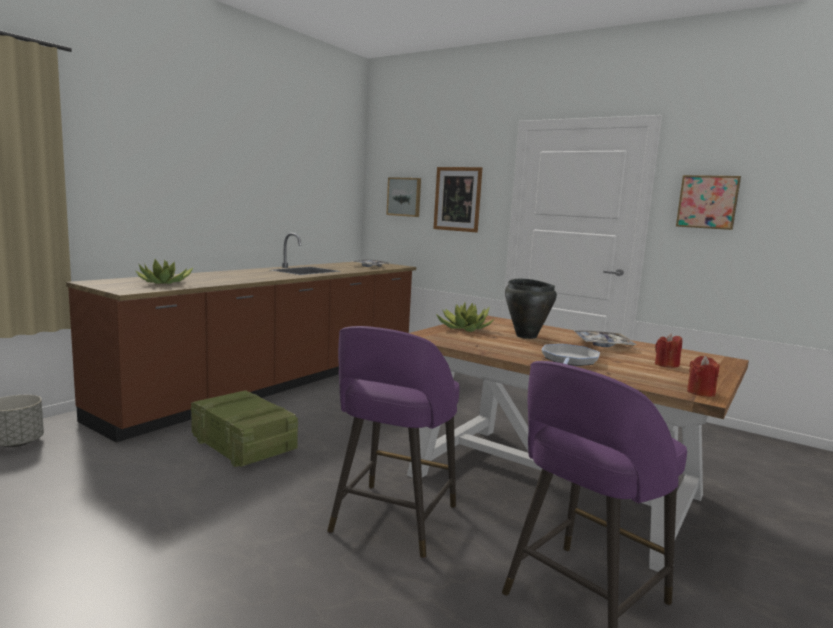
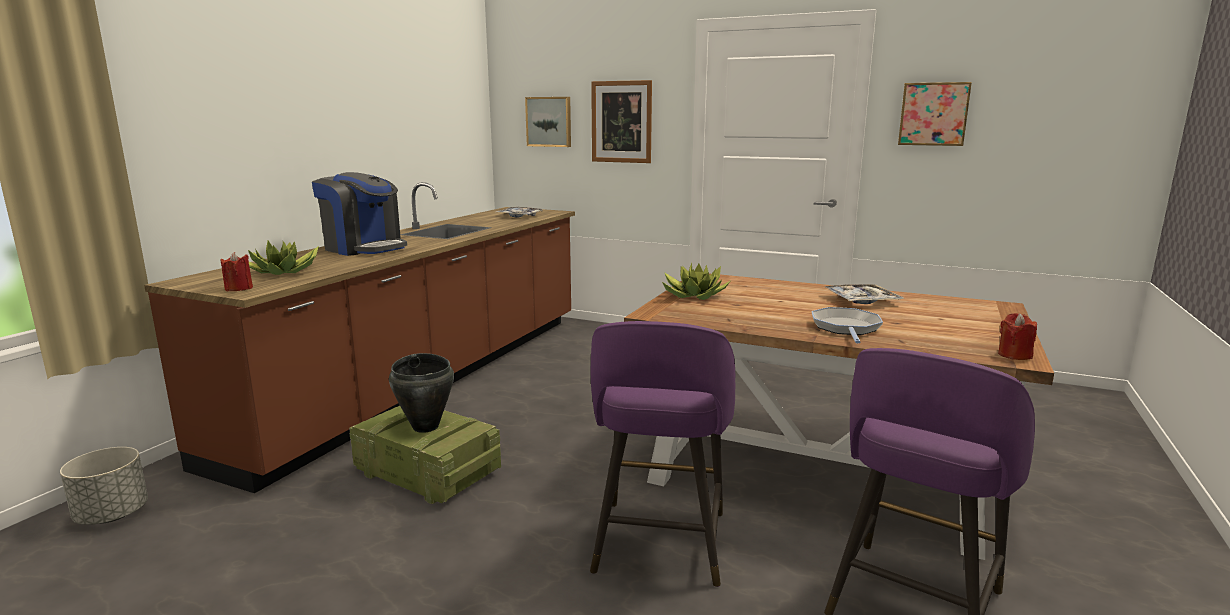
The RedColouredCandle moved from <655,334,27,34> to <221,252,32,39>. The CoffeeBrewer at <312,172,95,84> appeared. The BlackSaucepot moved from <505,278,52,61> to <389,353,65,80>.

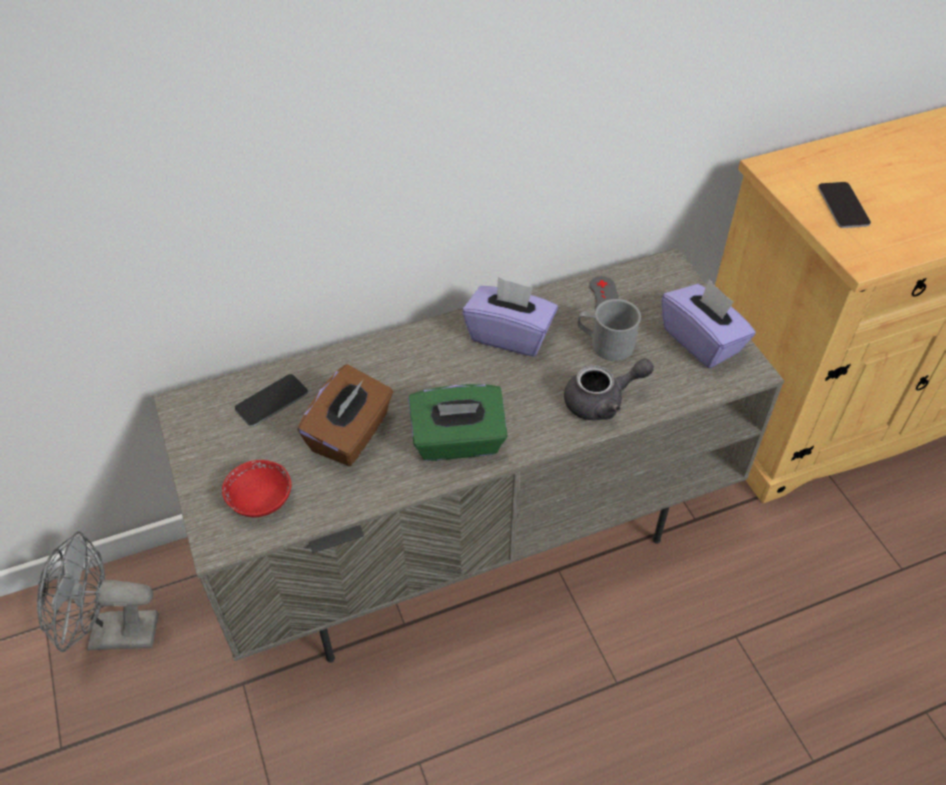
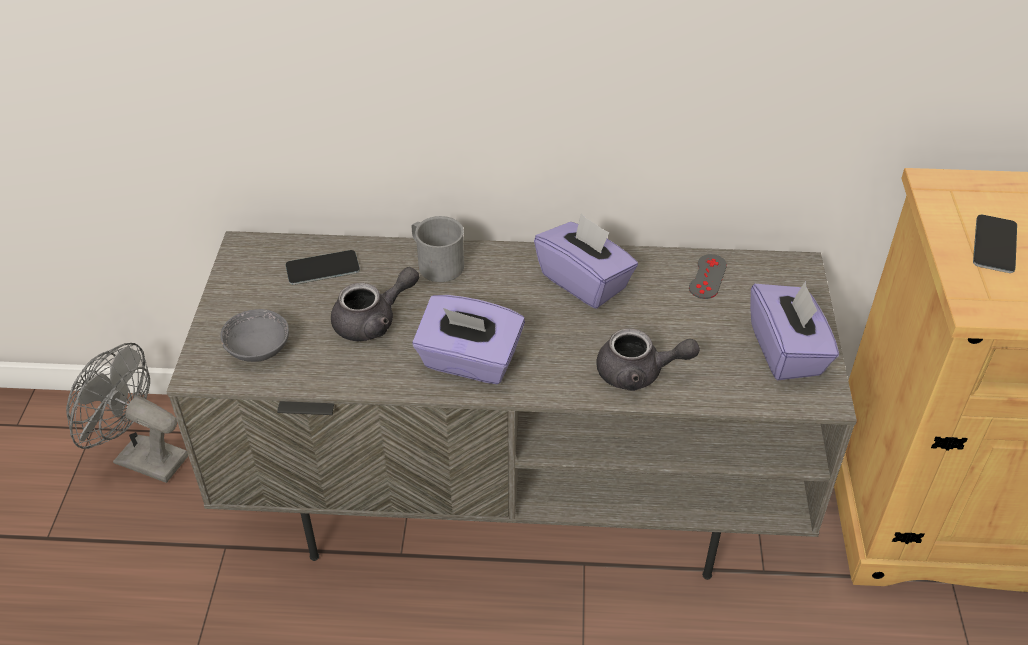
The RedColouredServingBowl at <222,460,69,58> became the GrayServingBowl at <221,309,68,53>. The BrownTissueHolder at <297,364,96,102> was replaced by the GrayTeapot at <331,267,88,74>. The GrayMug moved from <578,299,63,62> to <412,216,52,66>. The GreenishTissueHolder at <408,384,100,77> became the PurpleColouredTissueHolder at <412,295,113,89>.

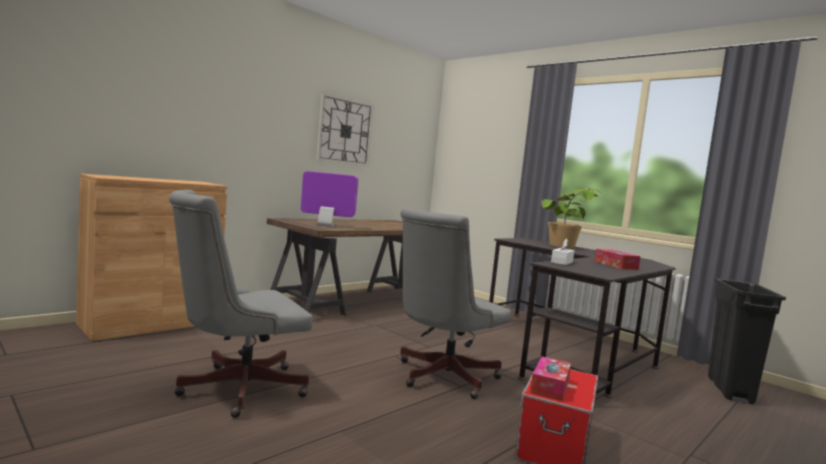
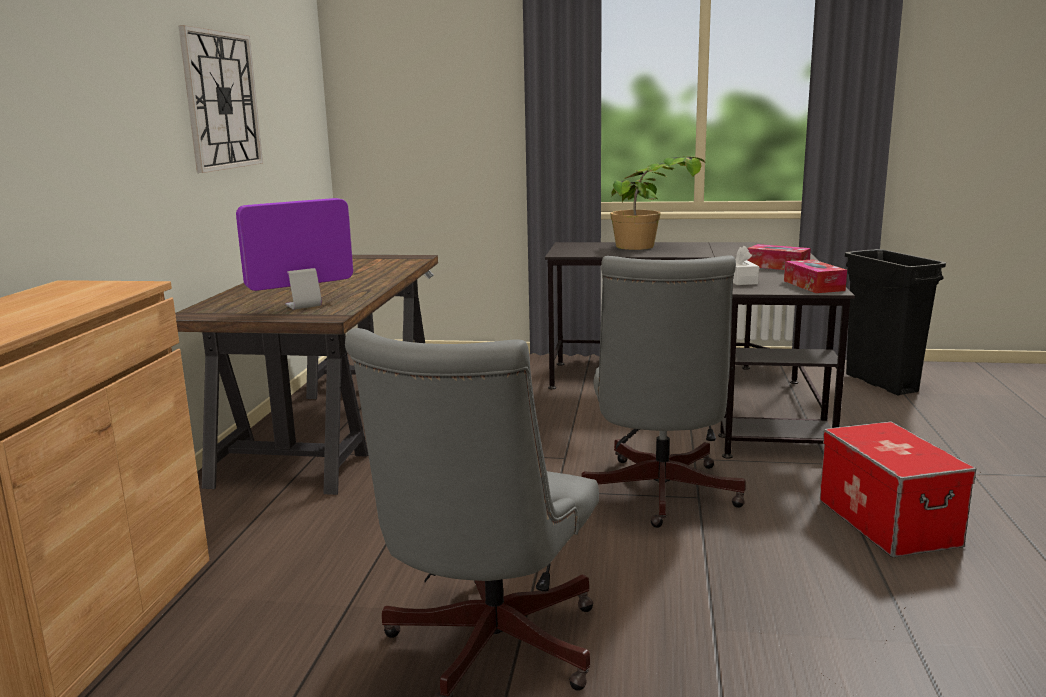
The TissueHolder moved from <530,356,41,45> to <784,259,63,34>.

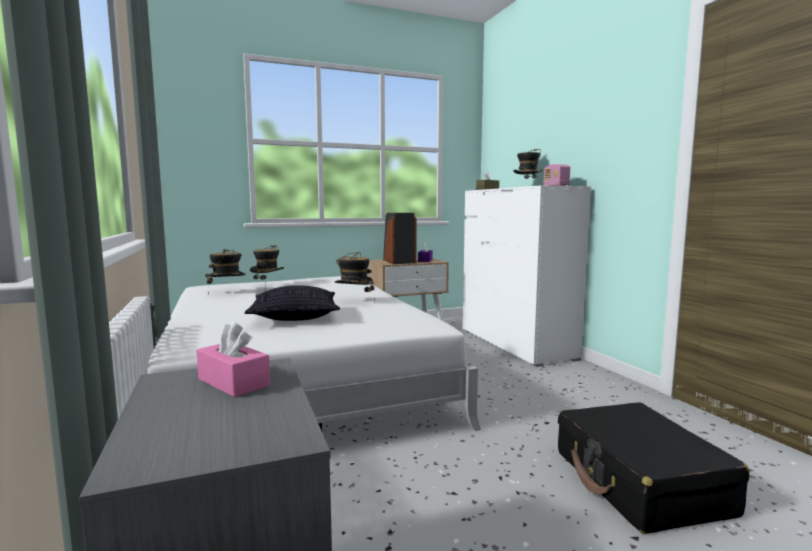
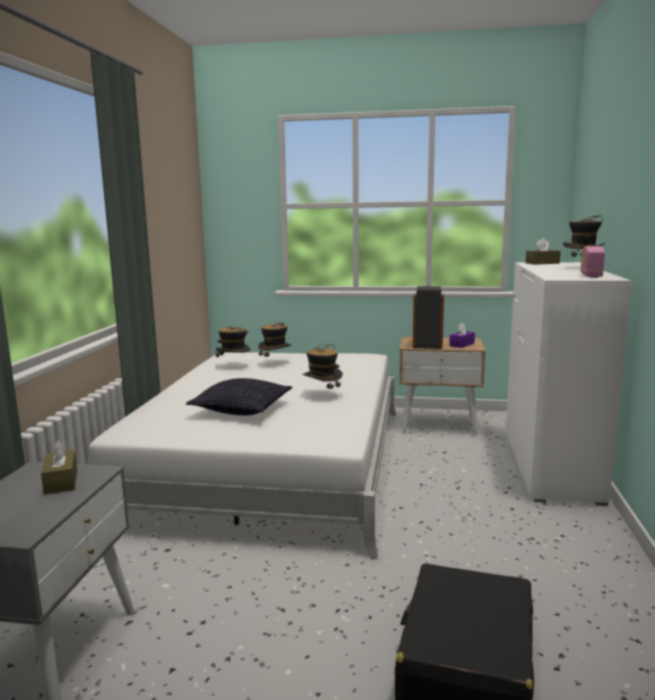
The PinkishTissueHolder at <196,321,74,76> became the BrownTissueHolder at <41,440,36,54>.

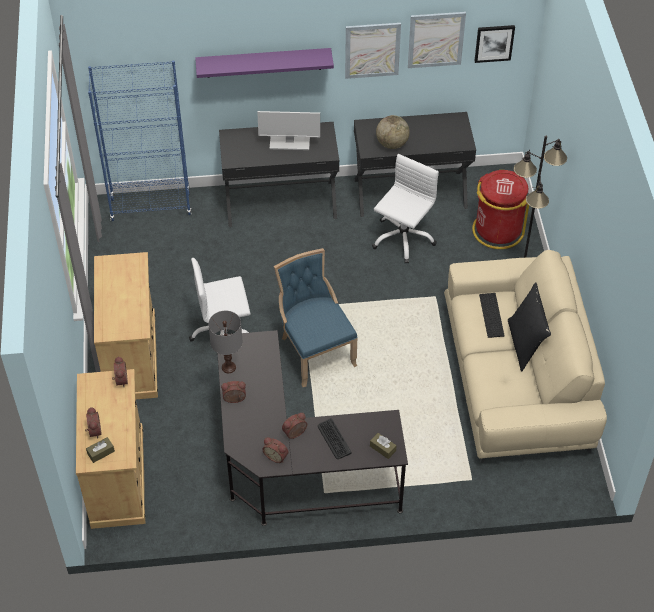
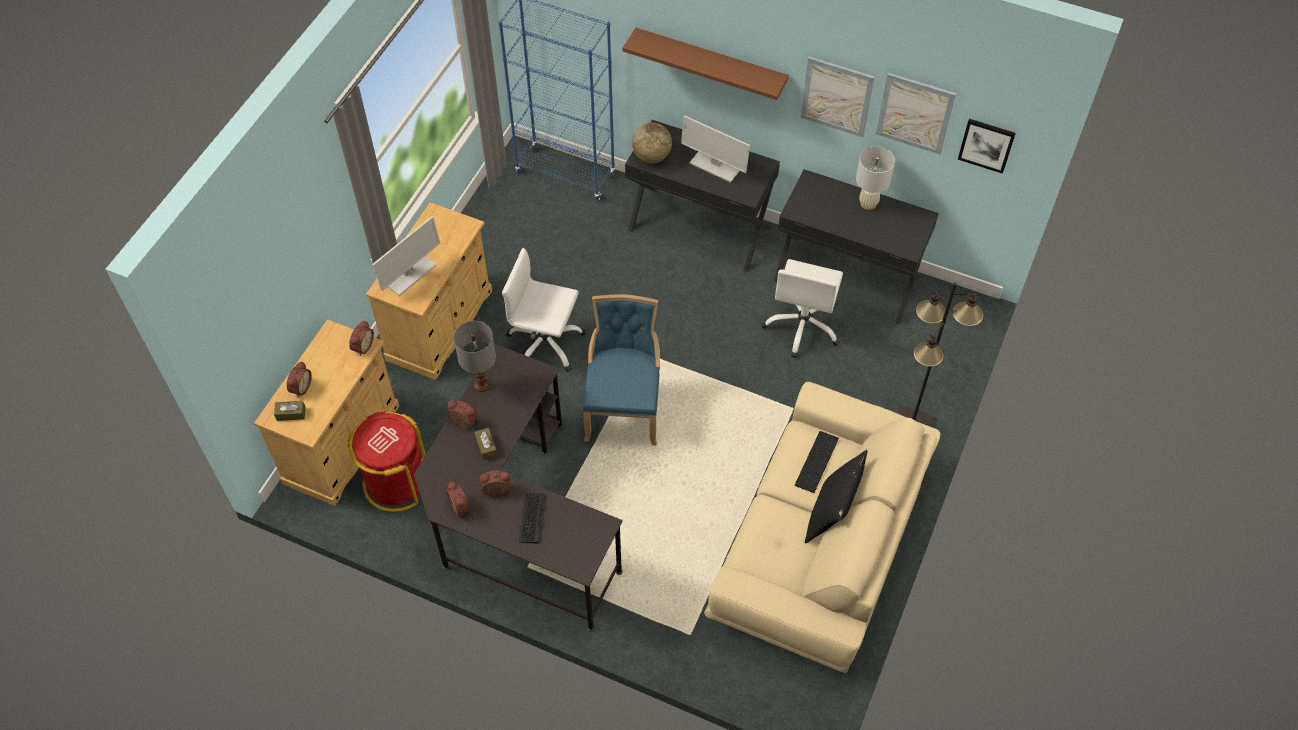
The RedColouredRubbishBin moved from <472,170,57,79> to <347,411,79,101>. The Monitor at <372,216,68,80> appeared. The BrownTissueHolder moved from <370,433,27,26> to <474,428,23,32>. The PurpleColouredBracketShelf at <195,48,139,30> became the BrownBracketShelf at <623,28,166,72>. The Globe moved from <376,115,34,34> to <632,123,40,40>. The WhitishDeskChair at <372,154,67,110> turned 135 degrees clockwise. The WhitishTableLamp at <856,146,39,64> appeared.

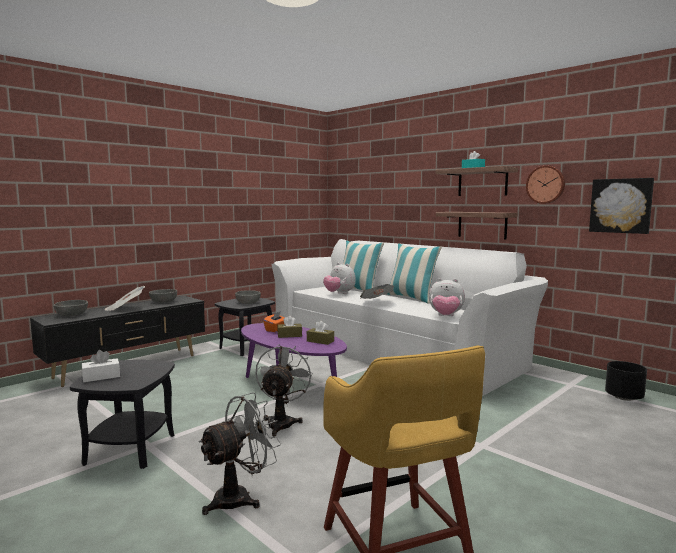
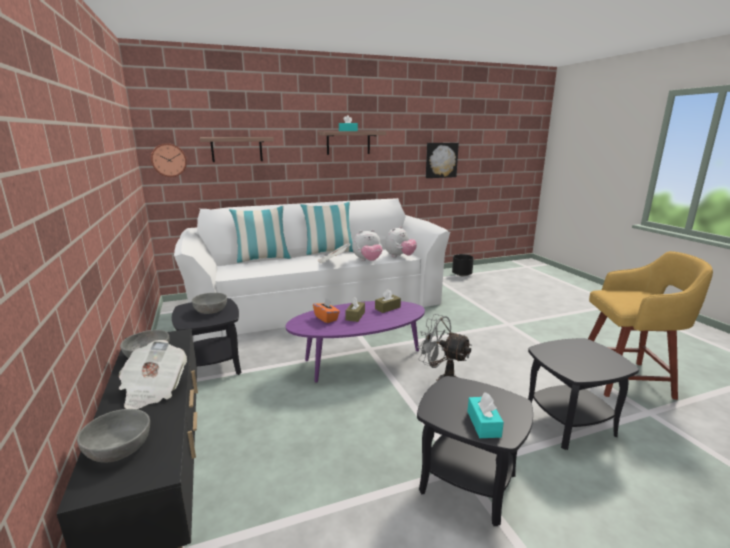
The WallClock moved from <526,166,39,38> to <151,143,36,34>. The BracketShelf moved from <436,212,81,27> to <200,137,74,25>. The PlushToy moved from <323,263,33,31> to <352,229,31,32>. The WhitishTissueHolder at <82,350,38,32> became the TurquoiseTissueHolder at <467,392,37,46>. The GrayElectricFan at <198,392,83,123> was replaced by the BlackAccentTable at <528,338,111,112>.

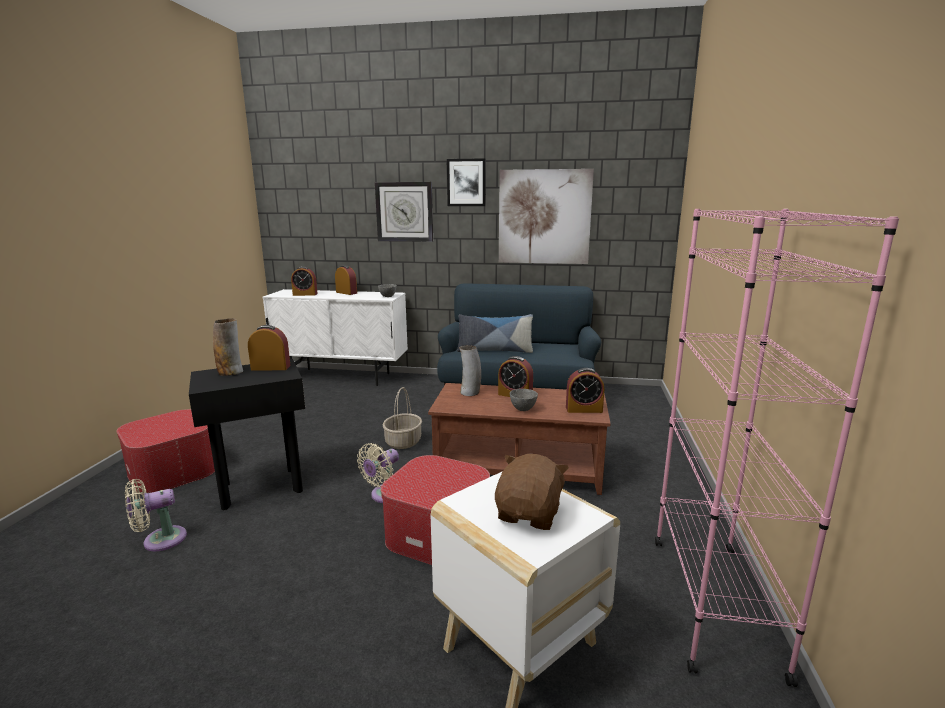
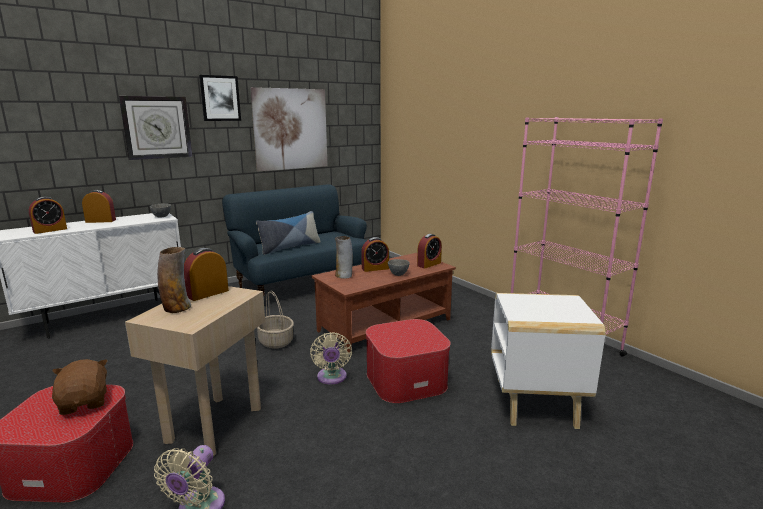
The BrownPlushToy moved from <495,454,74,76> to <52,359,56,56>. The BlackAccentTable at <189,359,116,151> became the BeigeColouredAccentTable at <125,286,140,170>.

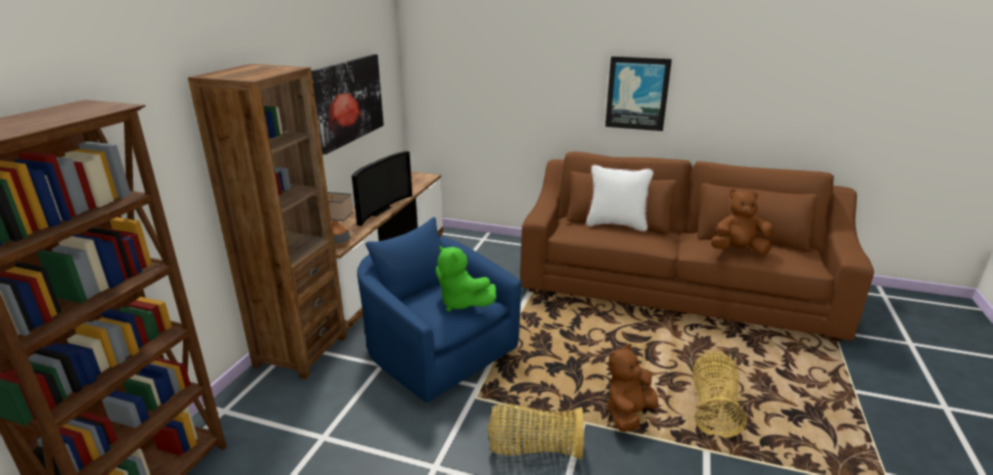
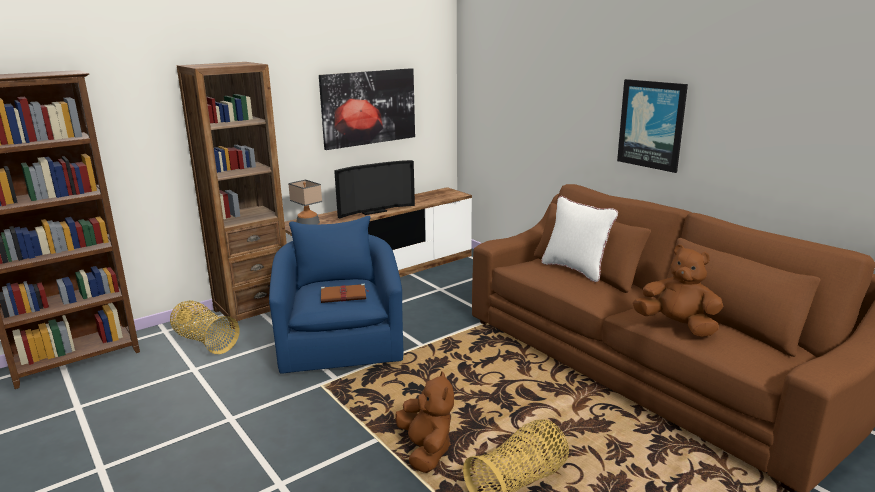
The StorageBasket moved from <488,404,96,56> to <170,300,69,54>. The GreenishPlushToy at <436,245,60,67> was replaced by the BrownBook at <321,284,48,19>. The BrownPlushToy at <607,344,51,88> turned 90 degrees clockwise.

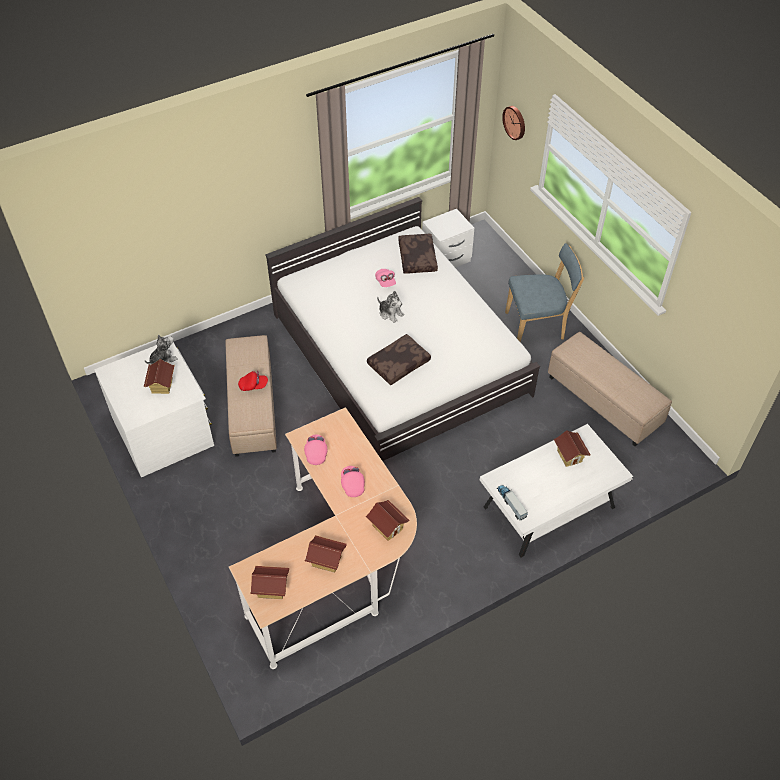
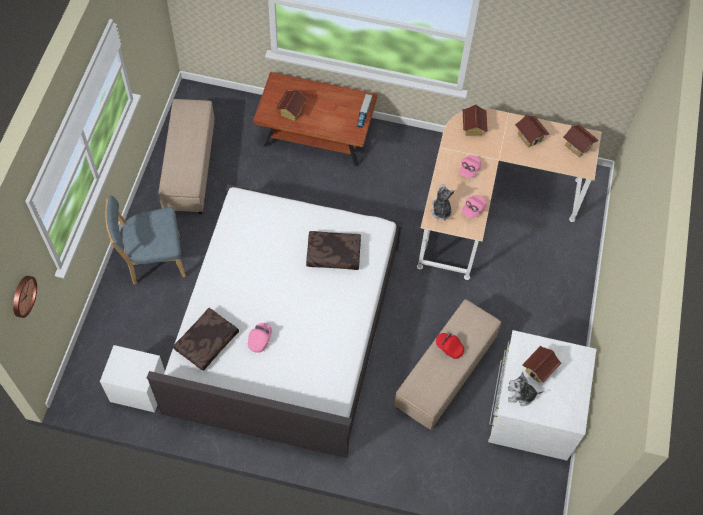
The BlueChair at <505,243,79,99> turned 45 degrees counterclockwise. The WhitishCoffeeTable at <480,424,153,134> became the BrownCoffeeTable at <253,72,124,94>. The PlushToy moved from <377,291,27,32> to <431,184,24,36>.

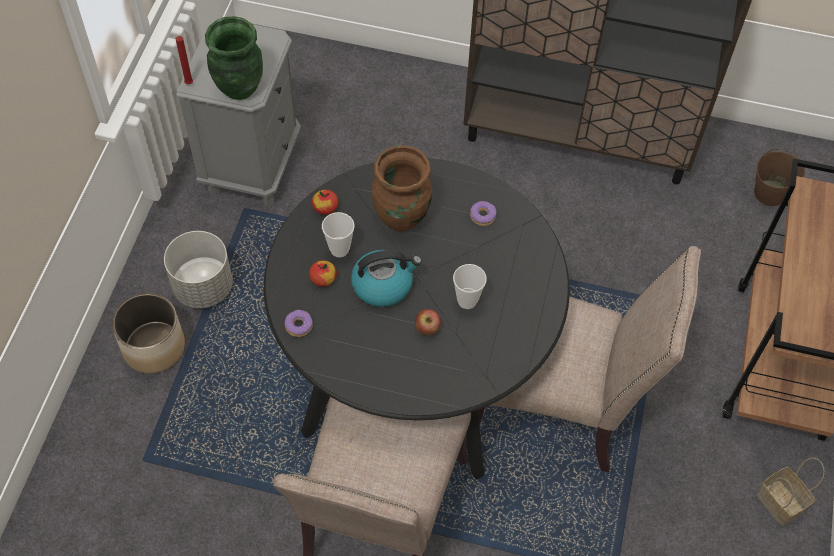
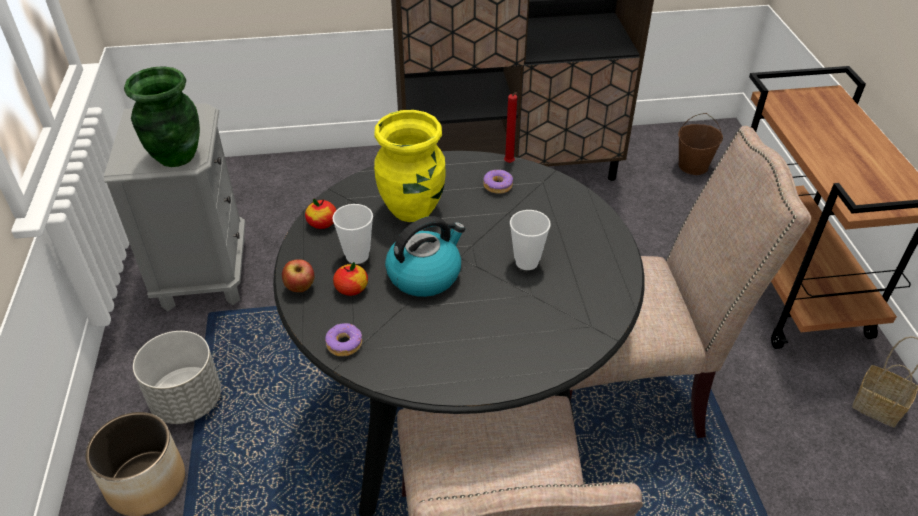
The Apple moved from <415,309,26,26> to <282,259,32,33>. The BrownVase at <372,145,60,86> became the YellowVase at <374,110,72,112>. The RedColouredCandle moved from <176,36,17,48> to <504,92,13,71>.

